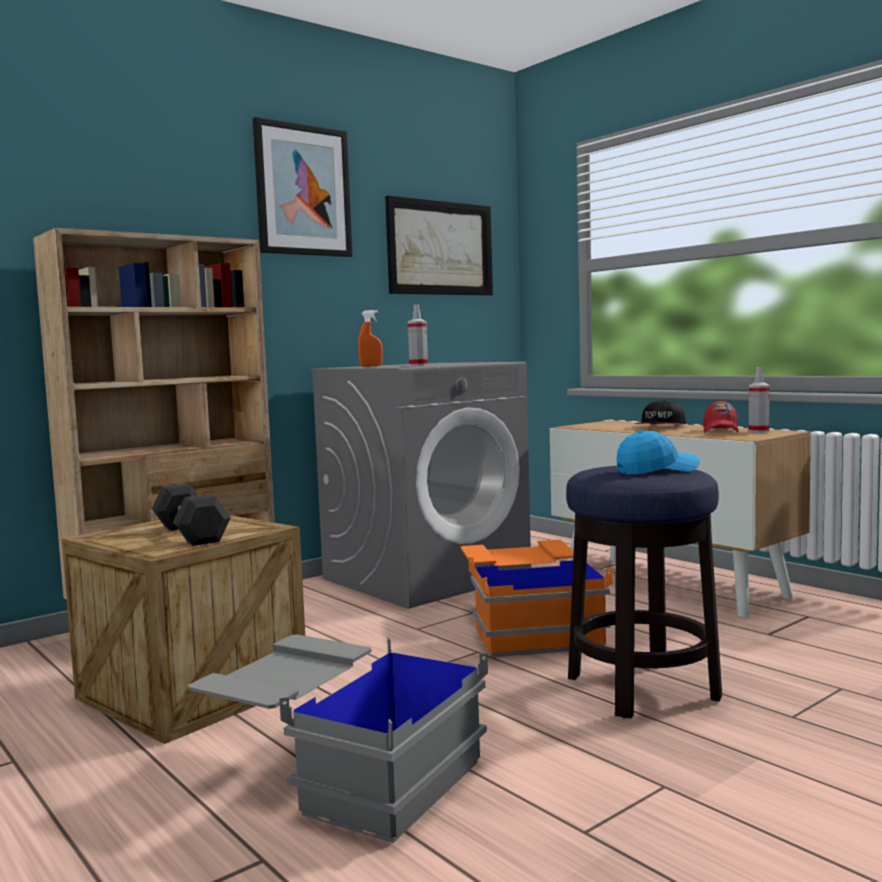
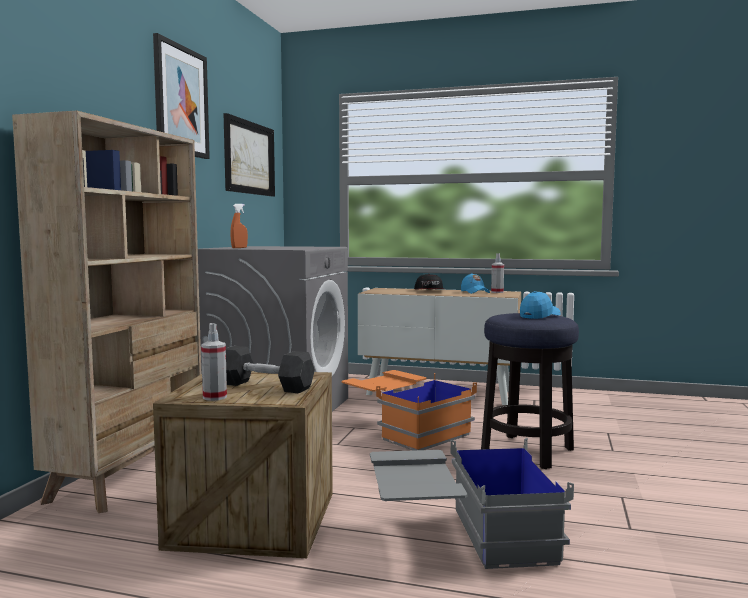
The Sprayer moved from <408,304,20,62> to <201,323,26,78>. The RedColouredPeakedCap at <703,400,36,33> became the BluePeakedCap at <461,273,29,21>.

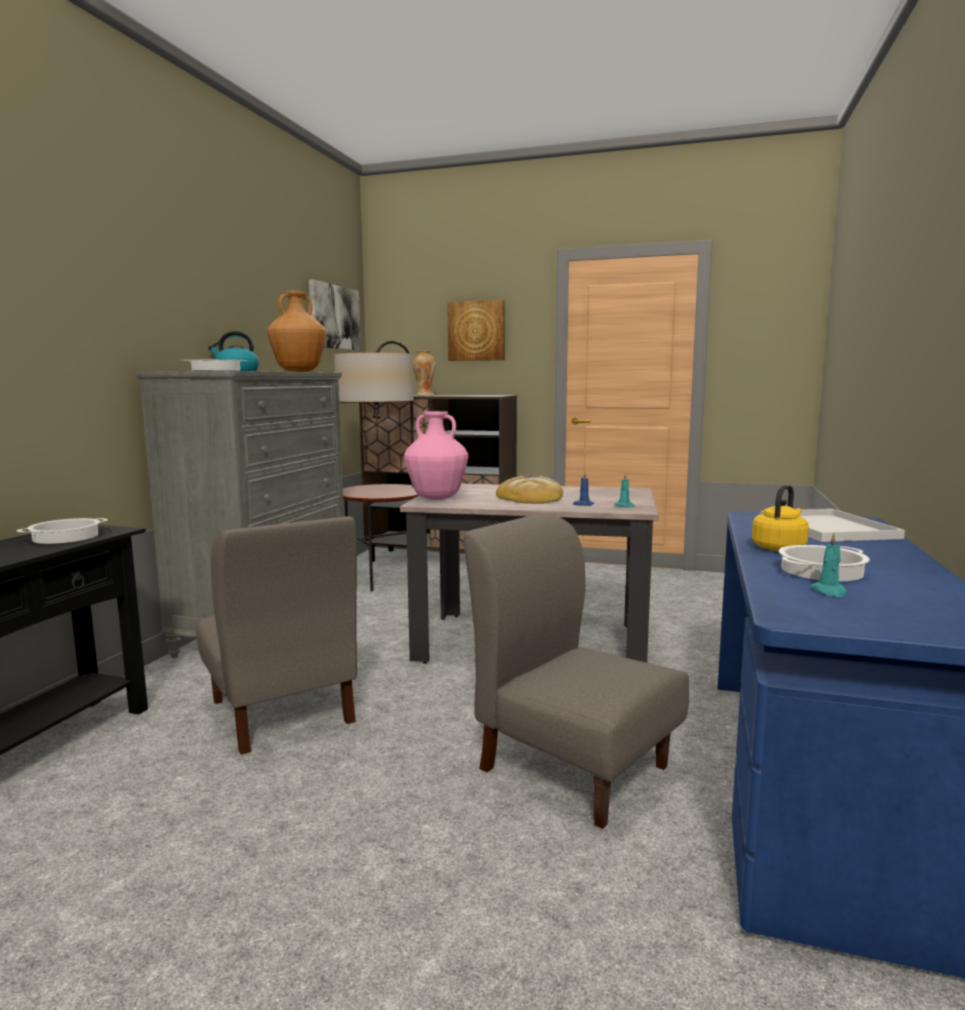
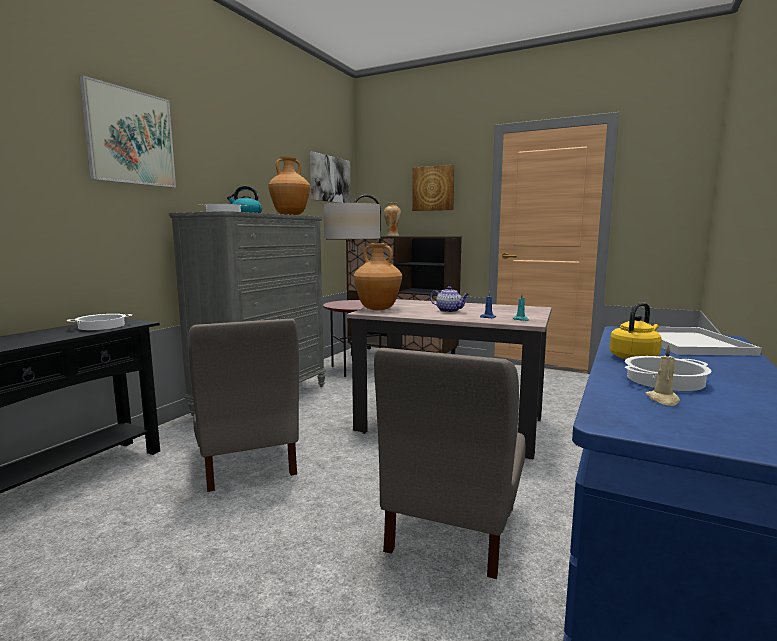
The WallArt at <79,75,97,113> appeared. The PinkishVase at <404,411,64,89> became the BrownVase at <353,243,49,67>. The GrayChair at <464,512,225,317> turned 120 degrees counterclockwise. The Bread at <496,476,67,28> was replaced by the Teapot at <430,286,39,26>. The TurquoiseCandle at <810,533,37,64> became the BeigeColouredCandle at <645,345,35,61>.

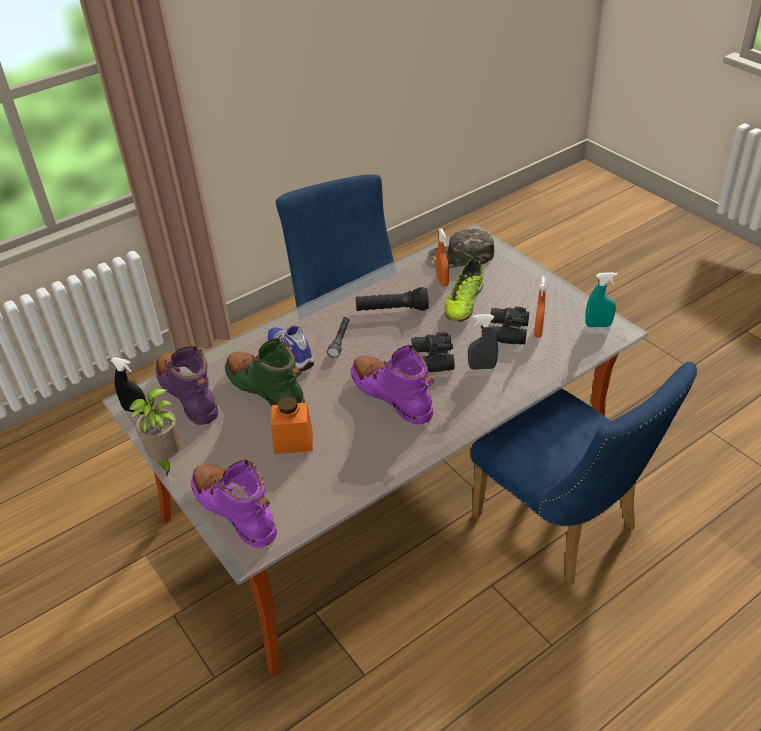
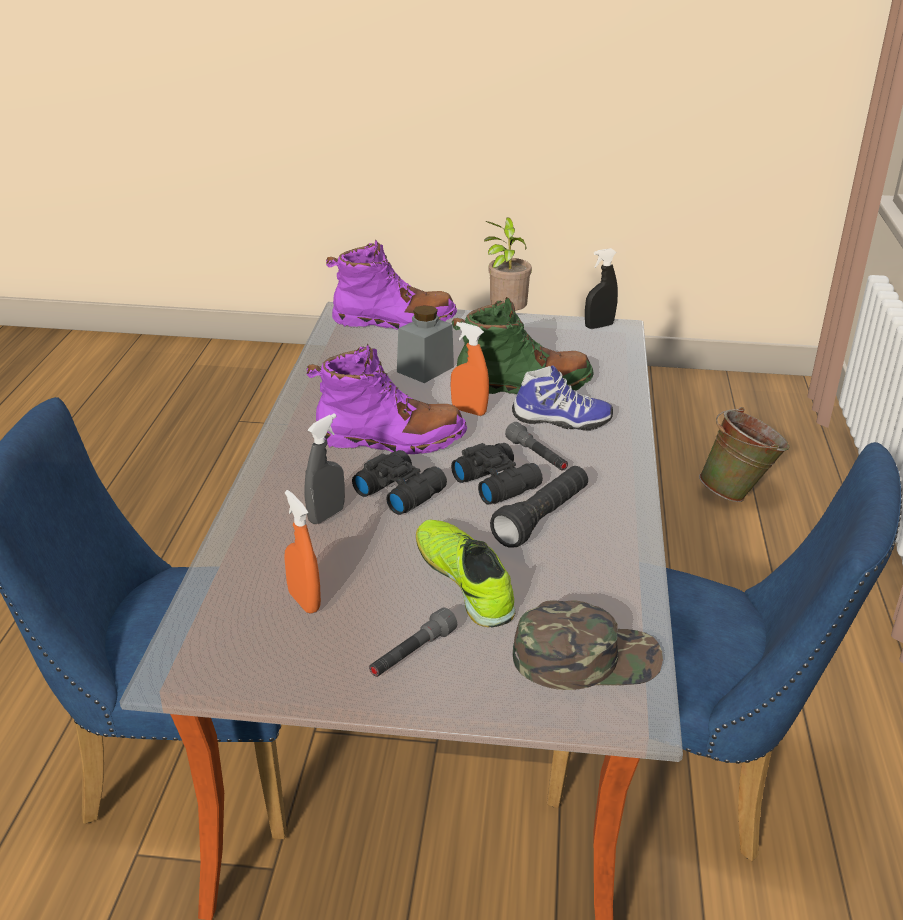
The GrayHandTorch at <369,608,88,69> appeared. The OrangeColouredPreserveJar at <271,396,42,58> became the GrayPreserveJar at <397,305,57,78>. The OrangeColouredSprayer moved from <436,228,13,59> to <451,322,38,94>. The BlackBinoculars moved from <490,306,39,39> to <451,443,92,62>. The GreenishPeakedCap at <428,229,66,39> turned 45 degrees clockwise. The GreenishPail at <699,407,90,95> appeared. The PurpleColouredTallBoot at <156,346,62,79> disappeared. The TurquoiseSprayer at <585,272,33,55> disappeared.

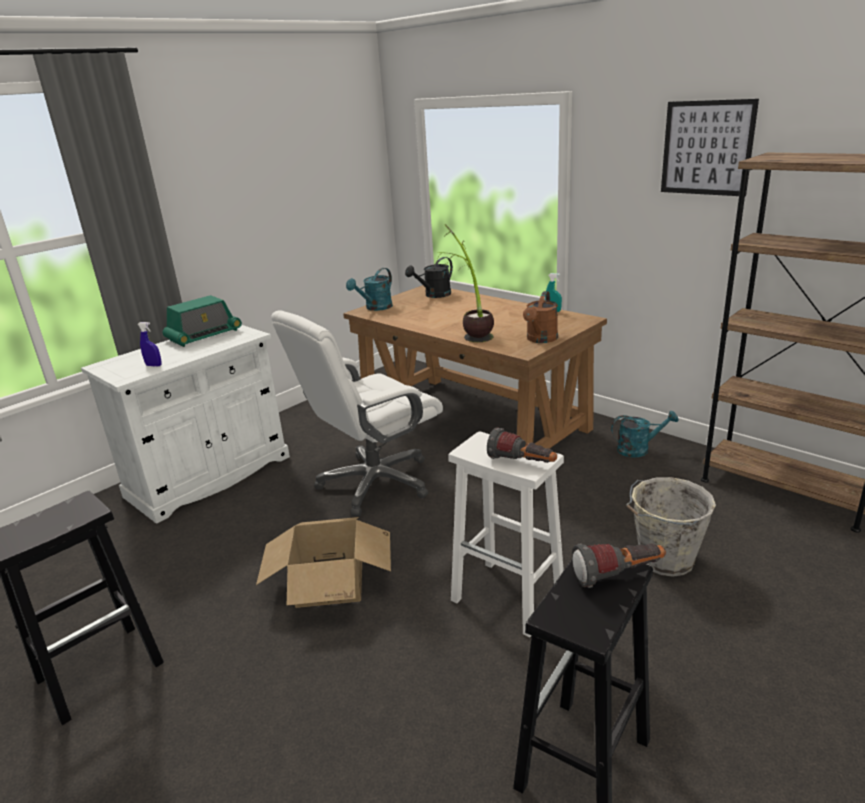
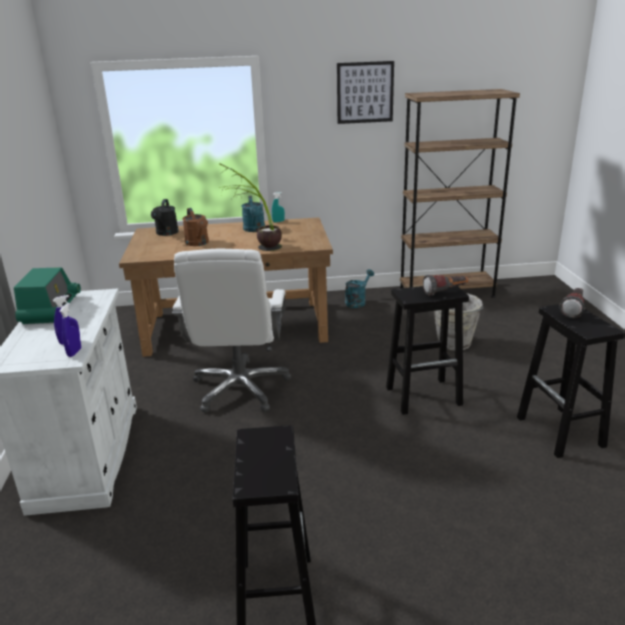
The BlueSprayer at <59,303,22,54> appeared. The BrownWateringCan moved from <523,291,35,52> to <182,208,27,38>. The TurquoiseWateringCan moved from <346,268,47,43> to <241,196,24,36>. The WhitishStoolSeat at <448,431,116,206> became the BlackStoolSeat at <386,286,83,129>. The CardboardBox at <256,517,135,91> disappeared.

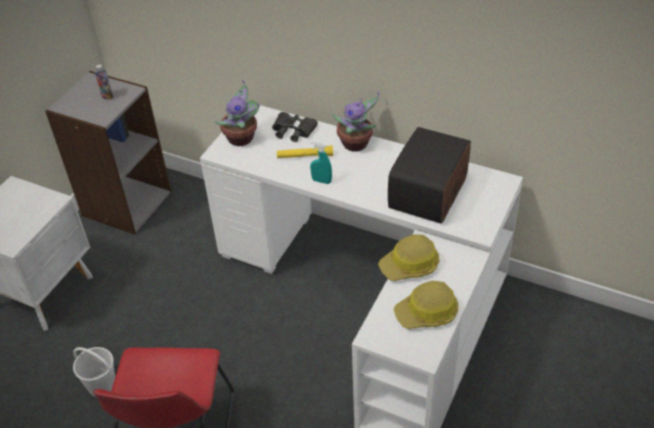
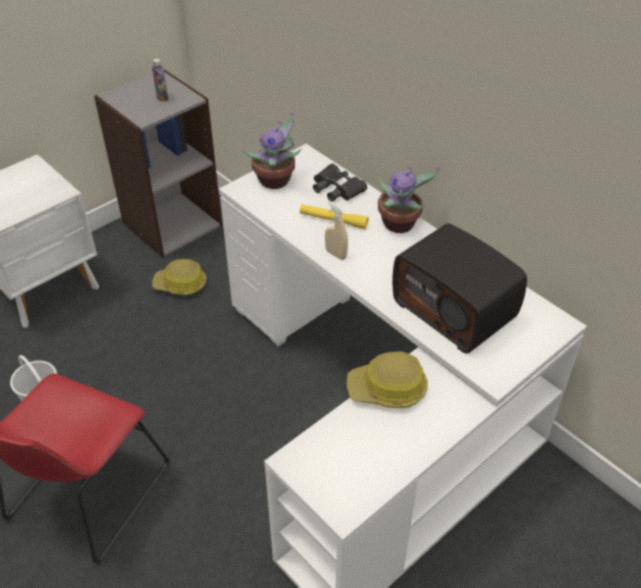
The SafetyHelmet moved from <394,281,65,48> to <152,259,54,36>. The TurquoiseSprayer at <310,141,22,43> became the BeigeColouredSprayer at <325,201,23,59>. The Radio at <388,127,83,97> turned 90 degrees counterclockwise.

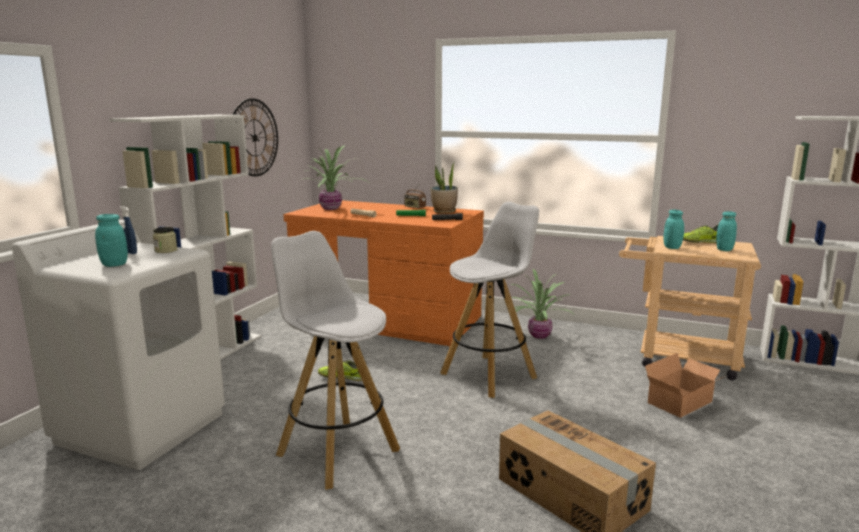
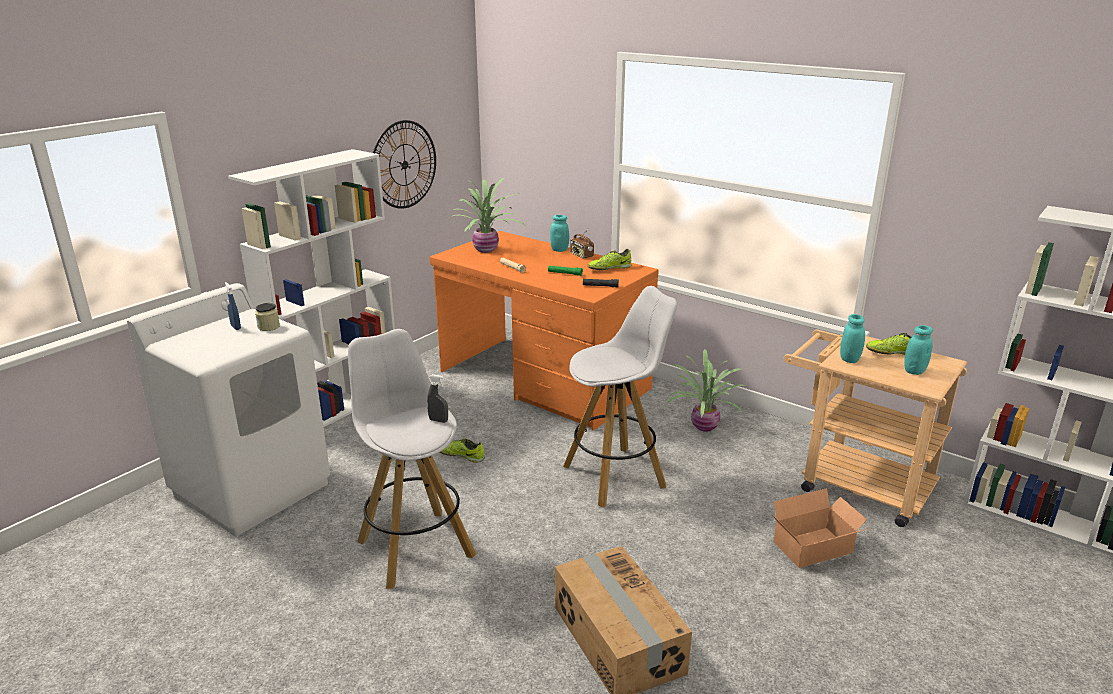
The GraySprayer at <427,374,21,49> appeared. The TurquoisePreserveJar moved from <95,214,33,53> to <550,215,19,37>. The PlantInAPot at <431,163,27,50> was replaced by the Shoe at <587,249,44,21>.

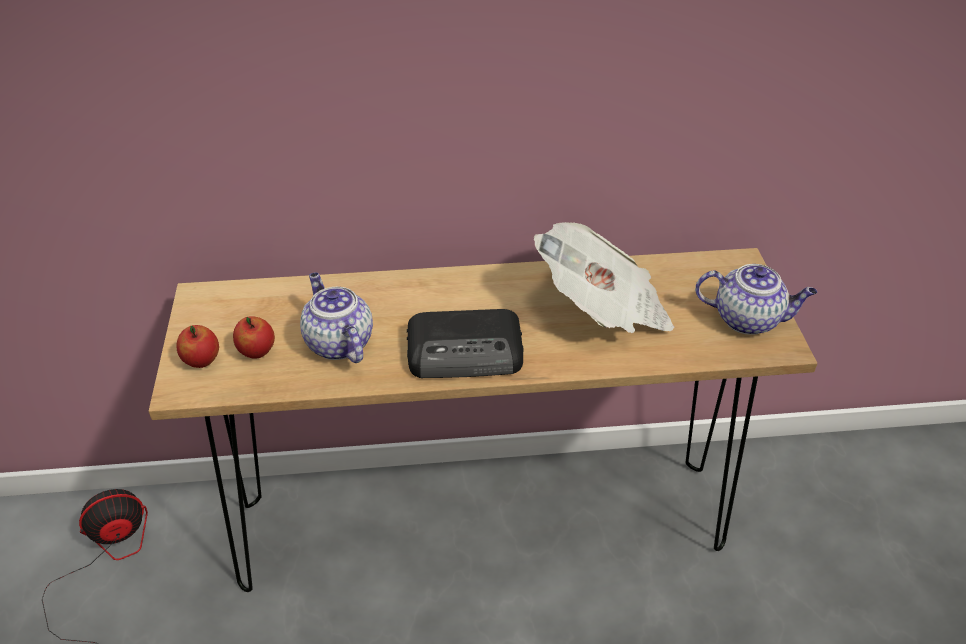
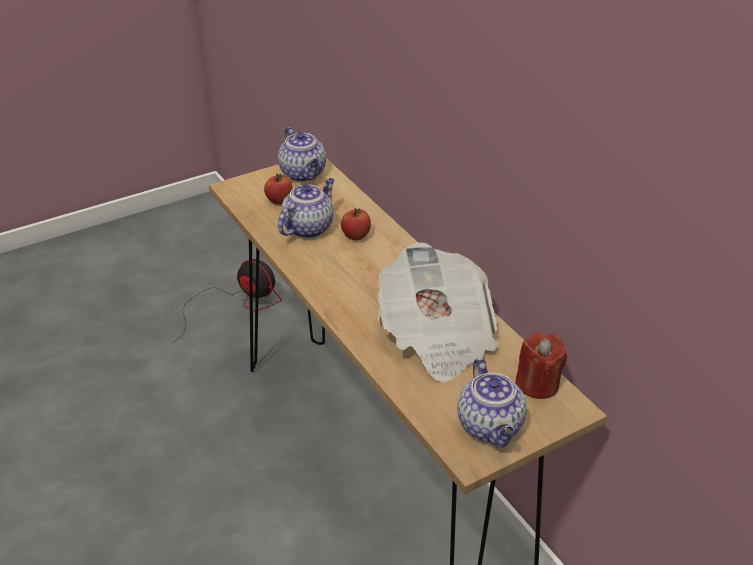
The Teapot at <278,127,48,55> appeared. The Apple moved from <176,325,43,43> to <341,208,30,33>. The RedColouredCandle at <515,332,52,67> appeared. The Radio at <407,309,117,69> disappeared.

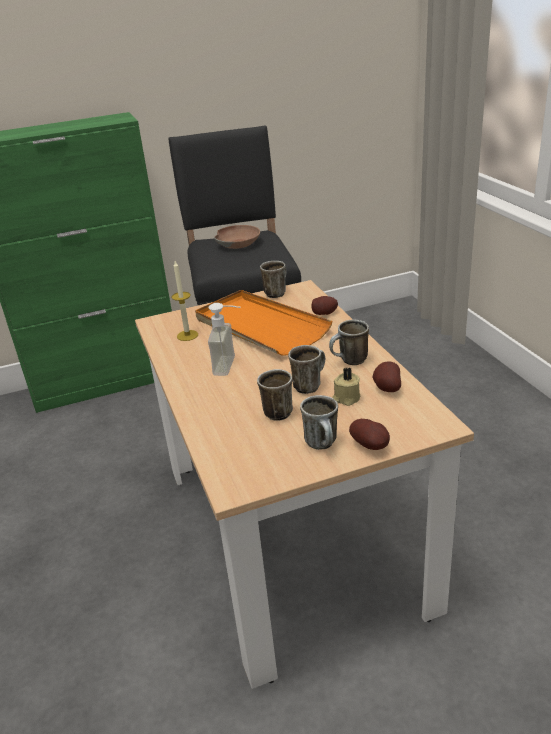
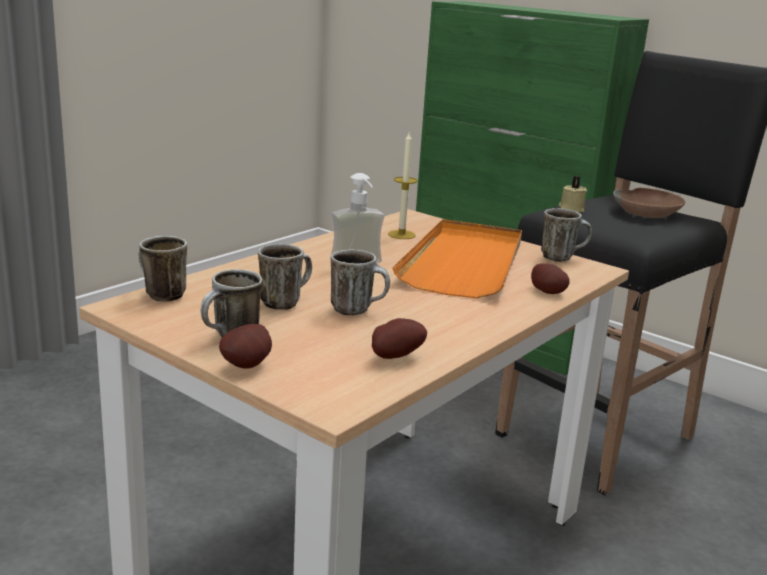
The Mug moved from <329,320,40,45> to <139,236,48,66>. The BeigeColouredCandle moved from <333,367,27,39> to <559,176,28,36>.

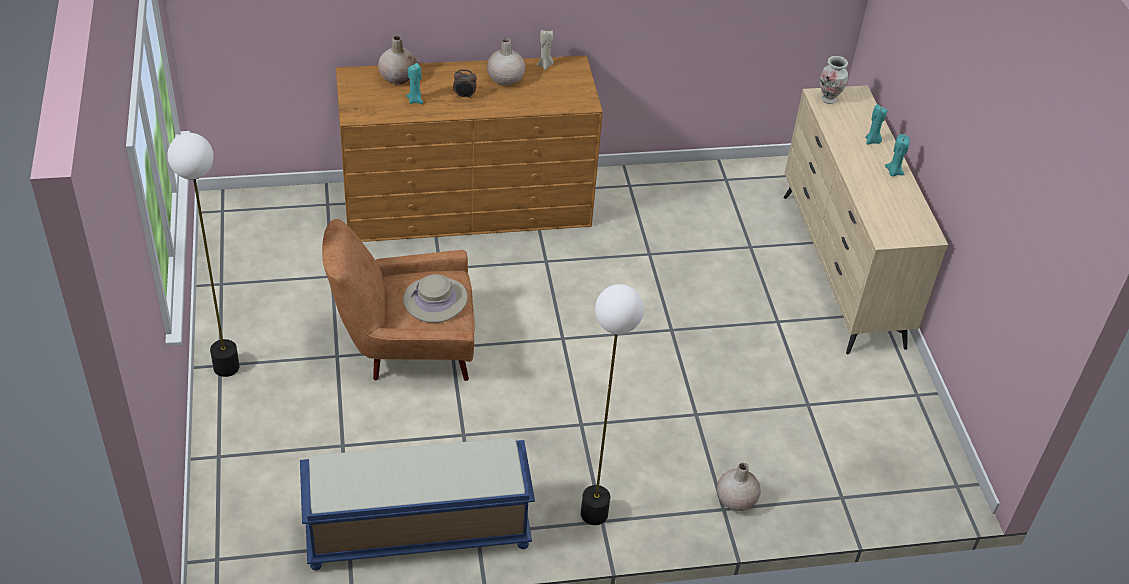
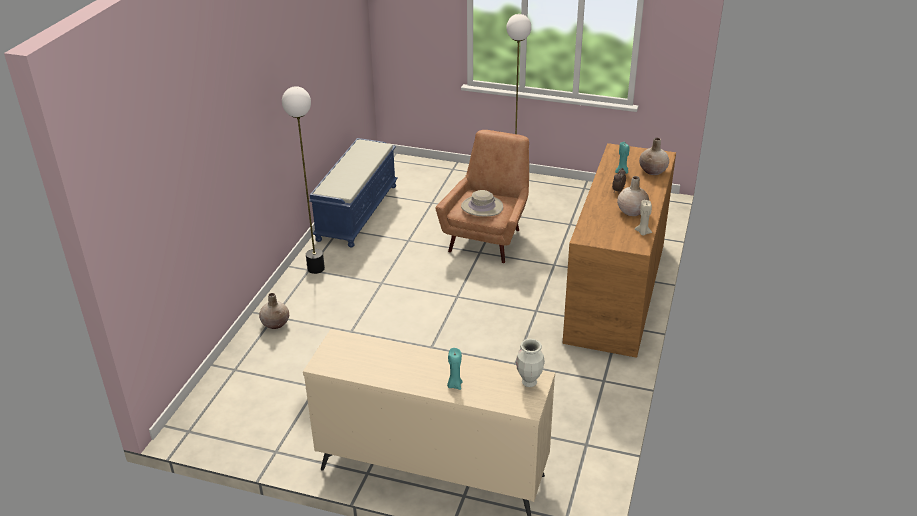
The TurquoiseCandle at <885,134,25,43> disappeared.

